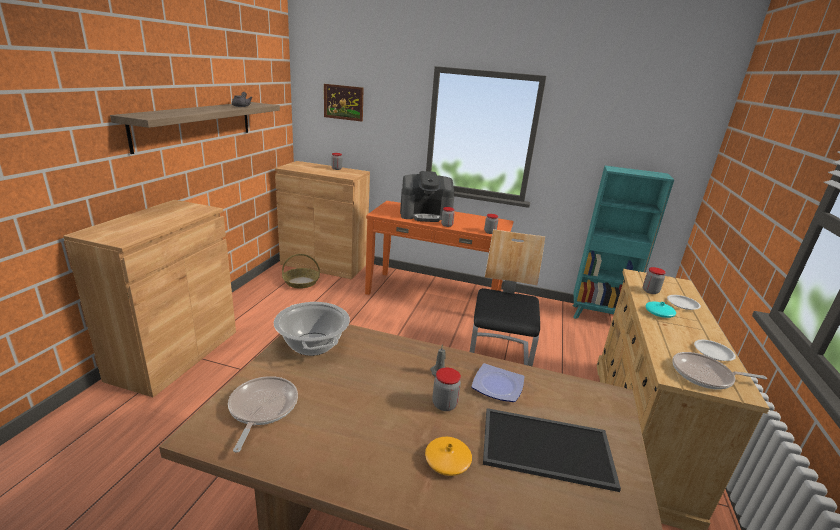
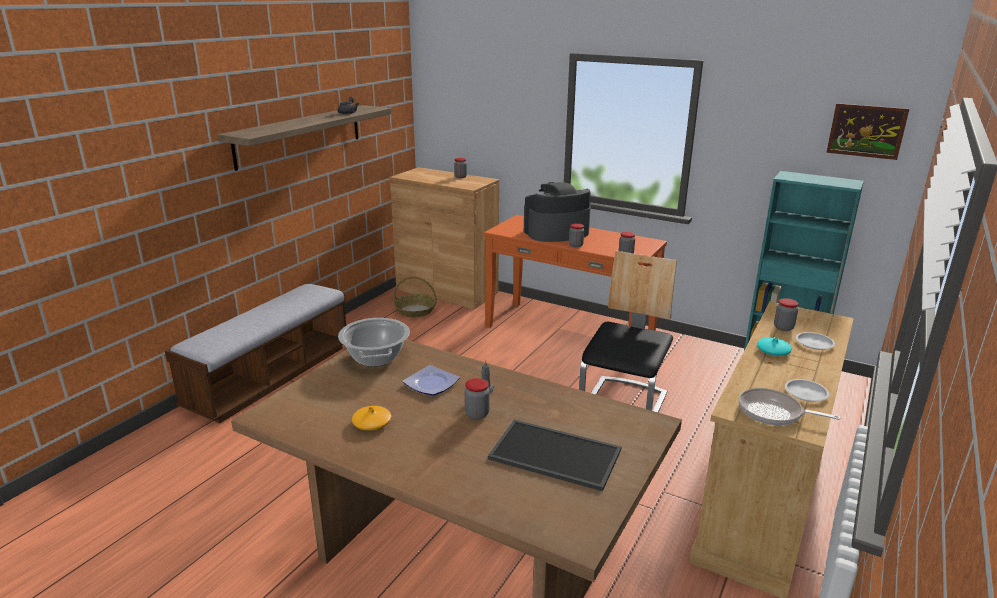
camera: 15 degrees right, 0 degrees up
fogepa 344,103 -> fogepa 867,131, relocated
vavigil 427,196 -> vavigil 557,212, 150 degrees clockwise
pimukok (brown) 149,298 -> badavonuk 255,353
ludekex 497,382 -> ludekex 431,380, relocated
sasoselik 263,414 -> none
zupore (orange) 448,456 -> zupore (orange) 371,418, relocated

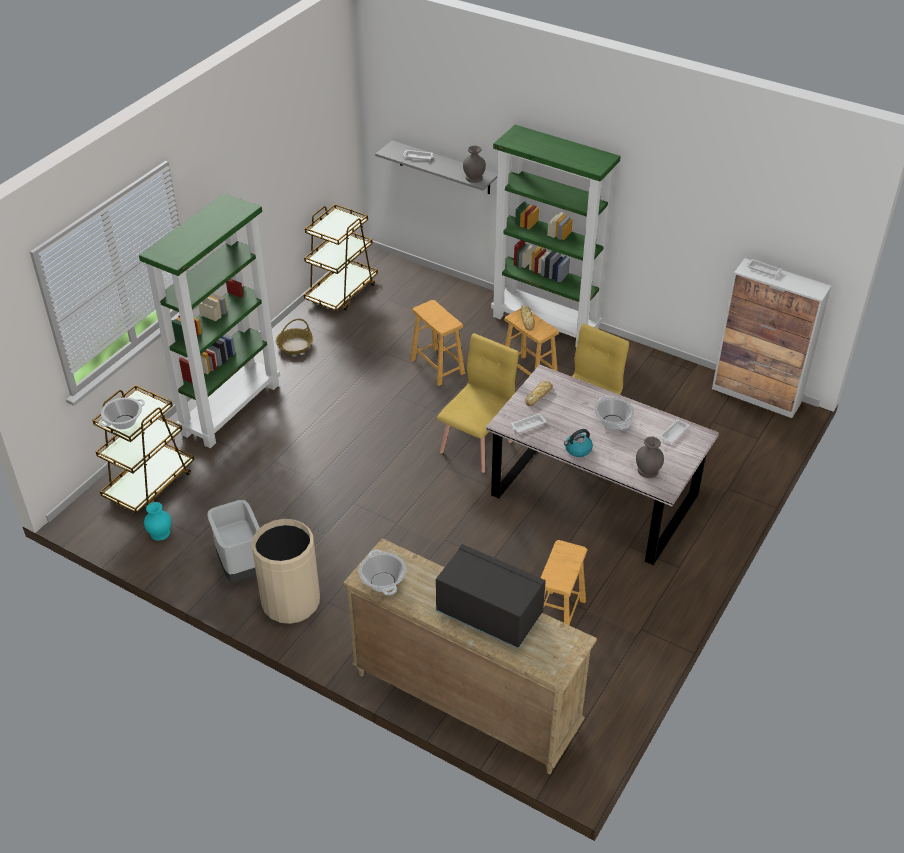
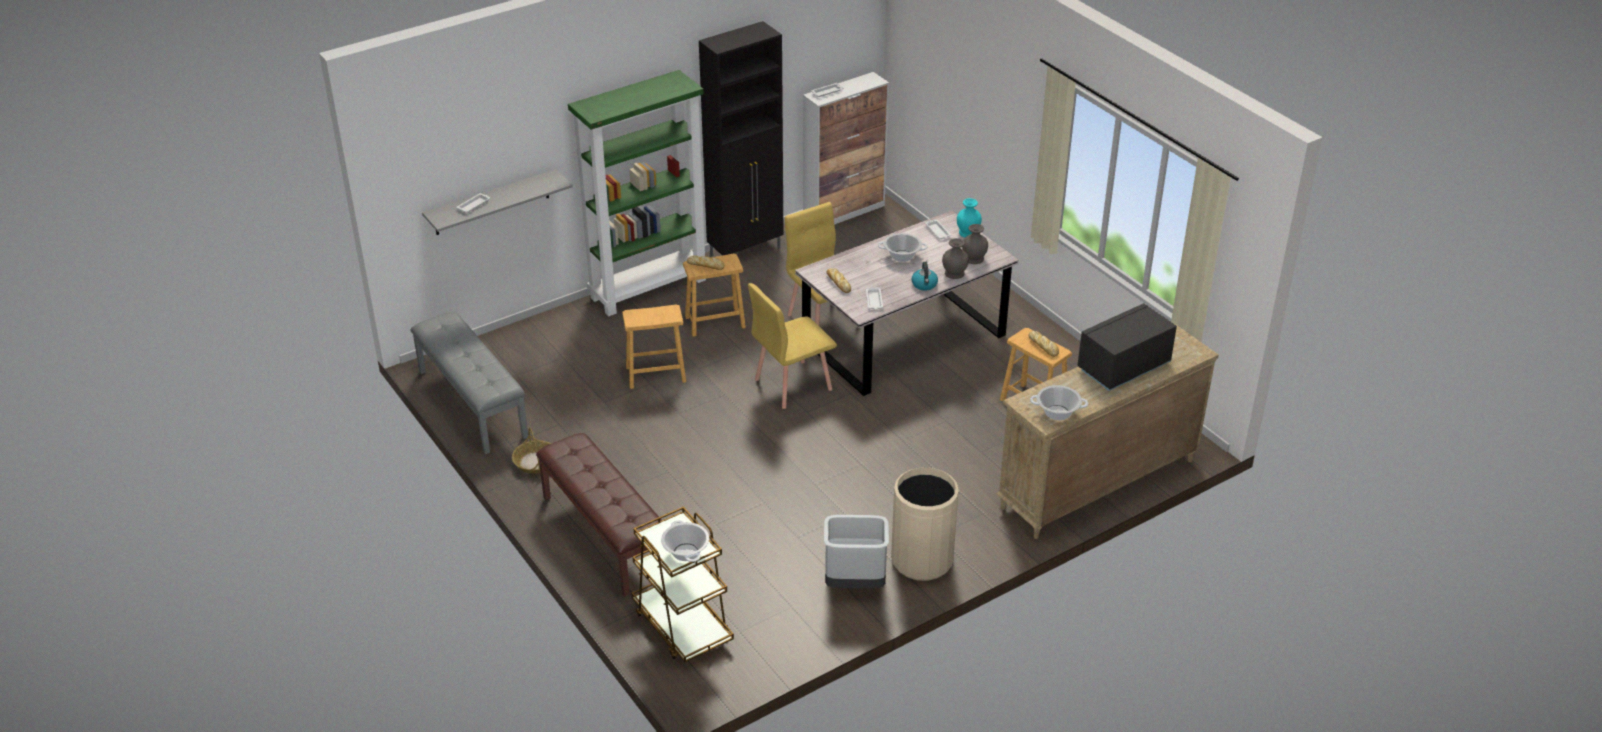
camera: 65 degrees left, 5 degrees down
zupore (grey) 474,164 -> zupore (grey) 955,258, relocated
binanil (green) 209,320 -> badavonuk (brown) 599,515
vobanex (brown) 341,257 -> badavonuk (grey) 469,383
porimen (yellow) 478,403 -> porimen (yellow) 792,346, 90 degrees counterclockwise
zupore (turquoise) 157,521 -> zupore (turquoise) 969,218, relocated
none -> pimukok (black) 741,138
none -> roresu 1043,344

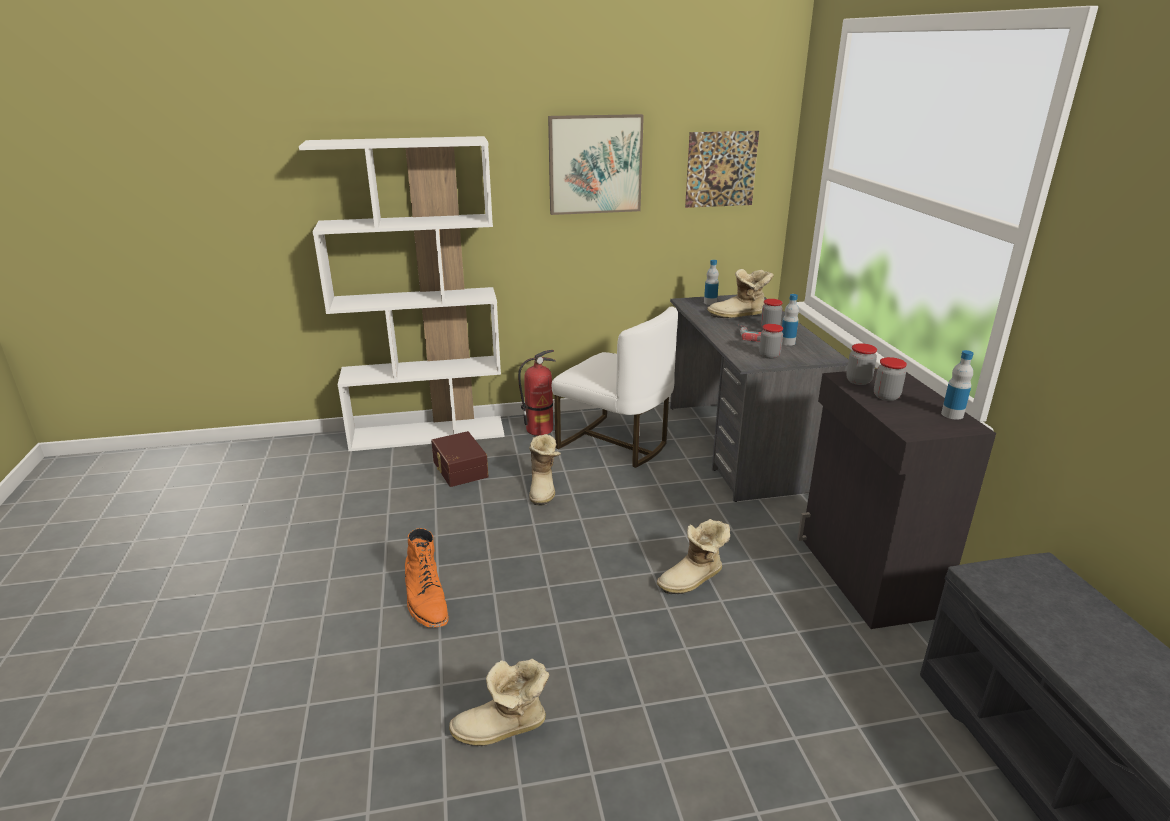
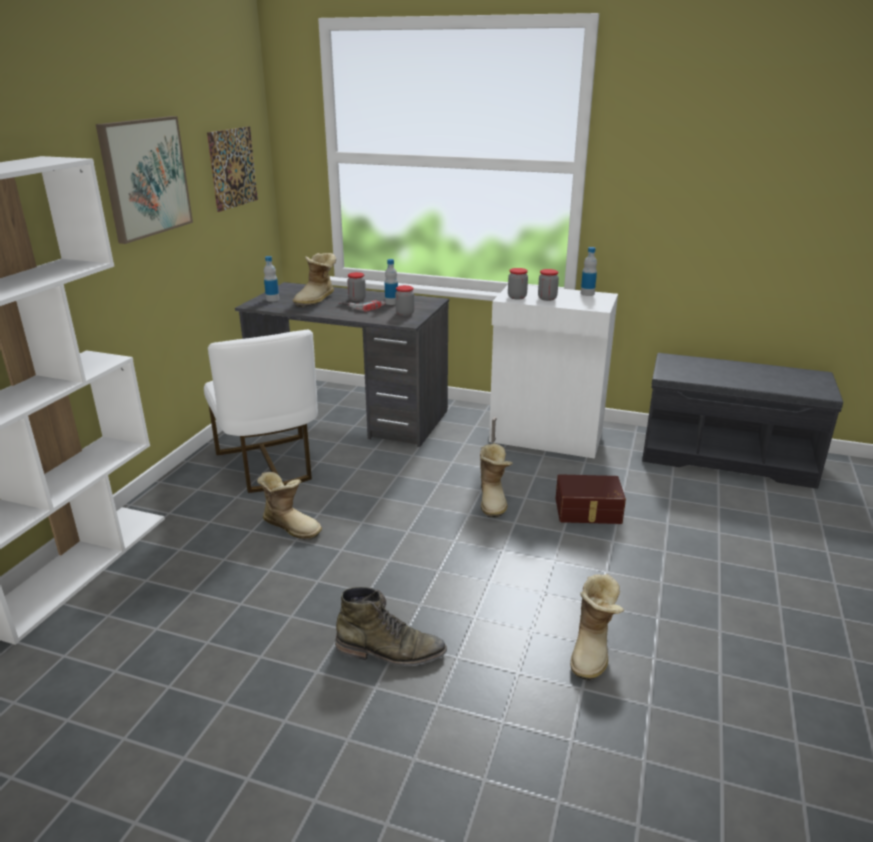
camera: 60 degrees left, 0 degrees up
porimen (white) 615,387 -> porimen (white) 261,411, 90 degrees clockwise
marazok 537,393 -> none
pimukok (black) 896,499 -> pimukok (white) 553,372
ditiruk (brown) 459,459 -> ditiruk (brown) 591,499, relocated
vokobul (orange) 427,578 -> vokobul (green) 391,626

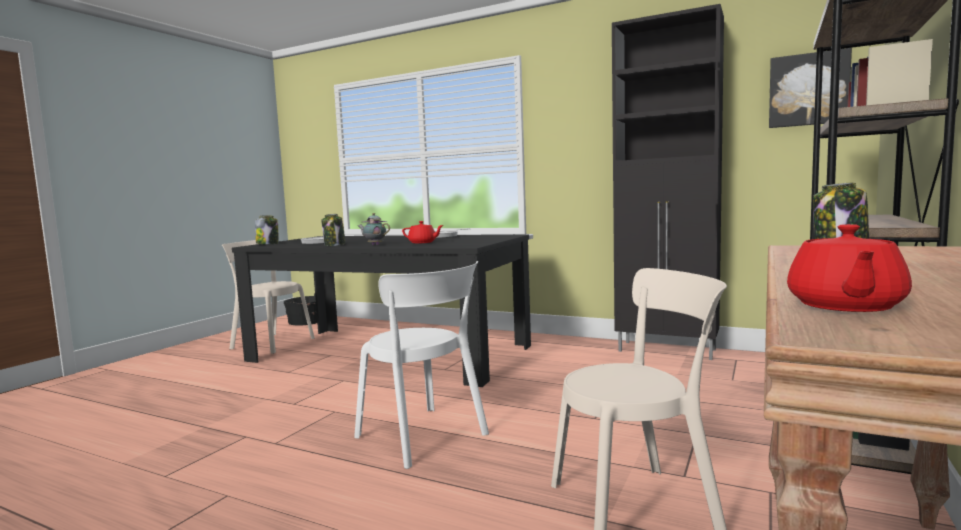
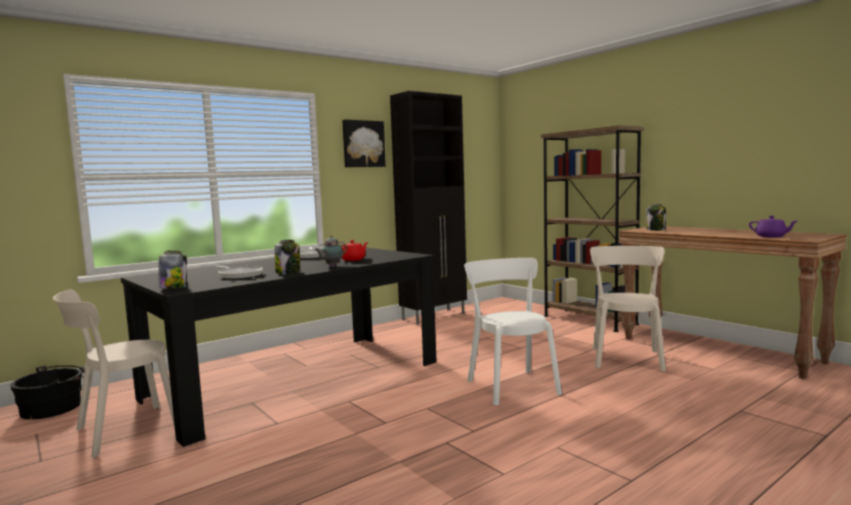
camera: 65 degrees left, 0 degrees up
fogepa 810,88 -> fogepa 364,143, relocated
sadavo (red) 849,268 -> sadavo (purple) 773,226
porimen (white) 421,365 -> porimen (white) 513,332, 90 degrees counterclockwise

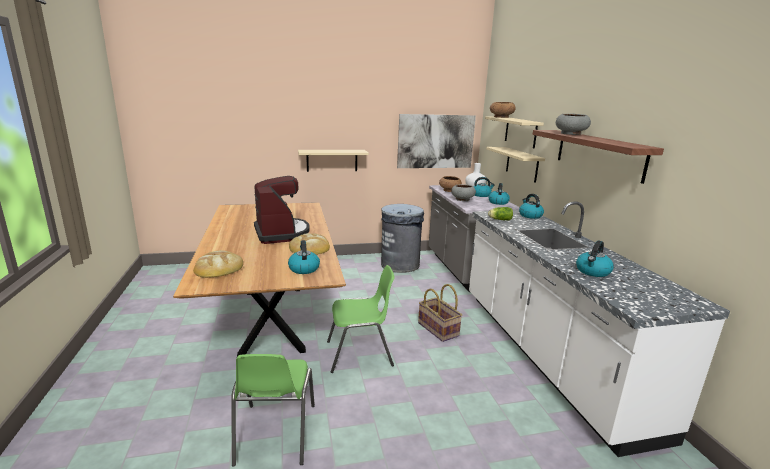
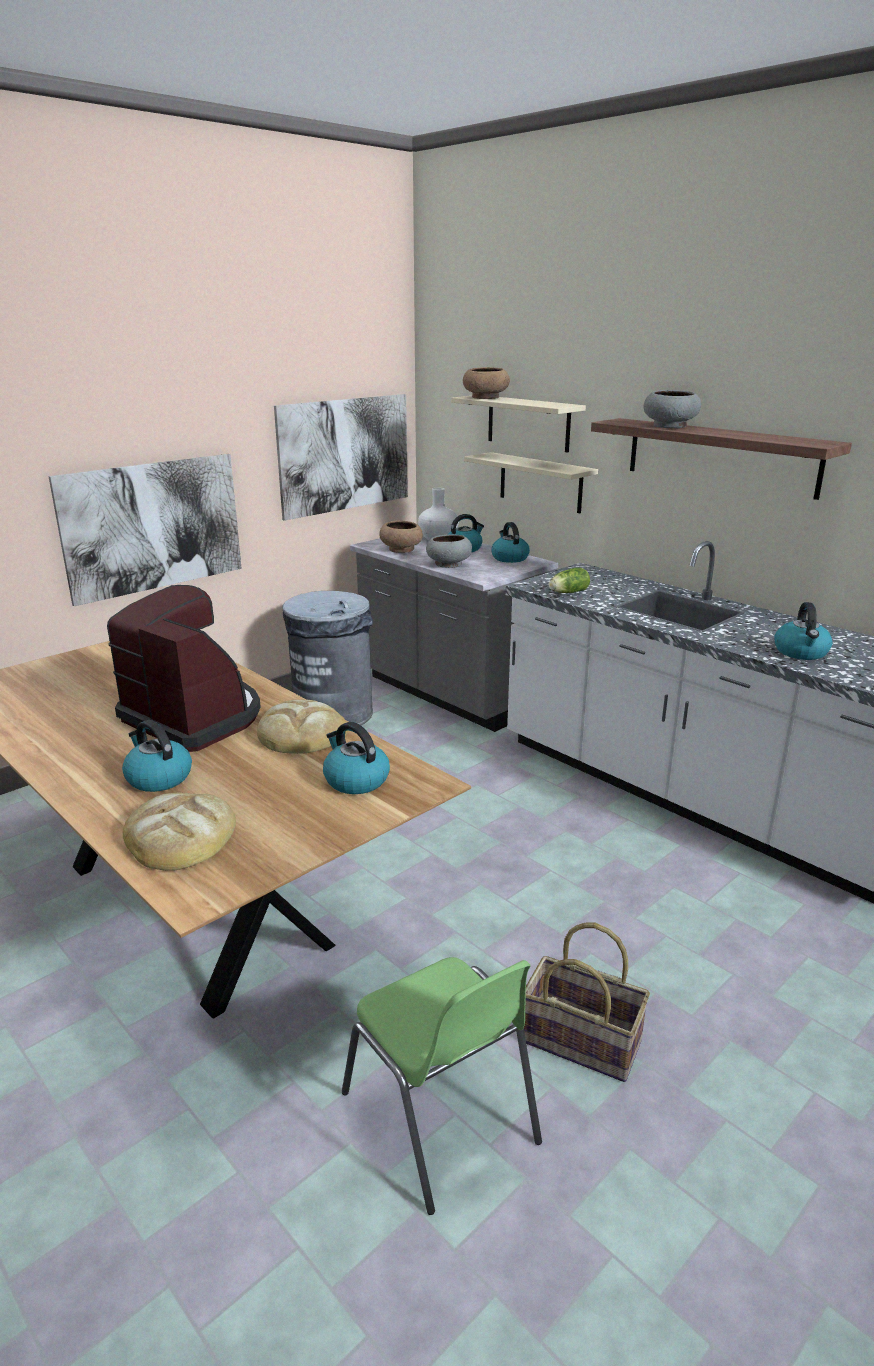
camera: 30 degrees left, 5 degrees up
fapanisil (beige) 333,161 -> fogepa 145,530
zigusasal 531,206 -> zigusasal 157,756, relocated
porimen (green) 361,319 -> none
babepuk 440,313 -> babepuk 587,1002, relocated

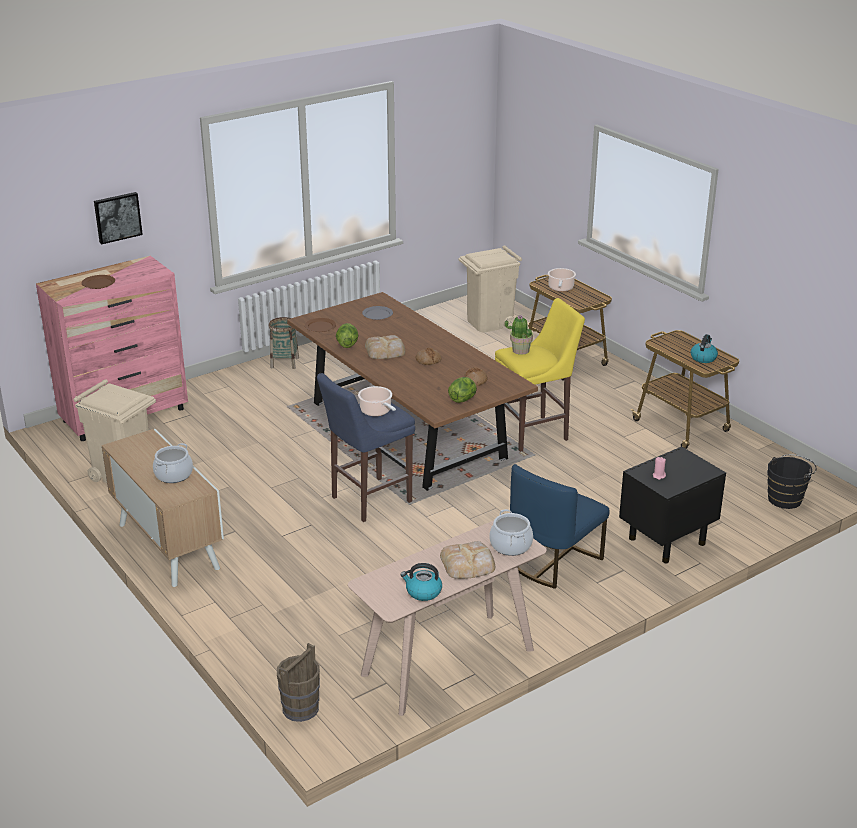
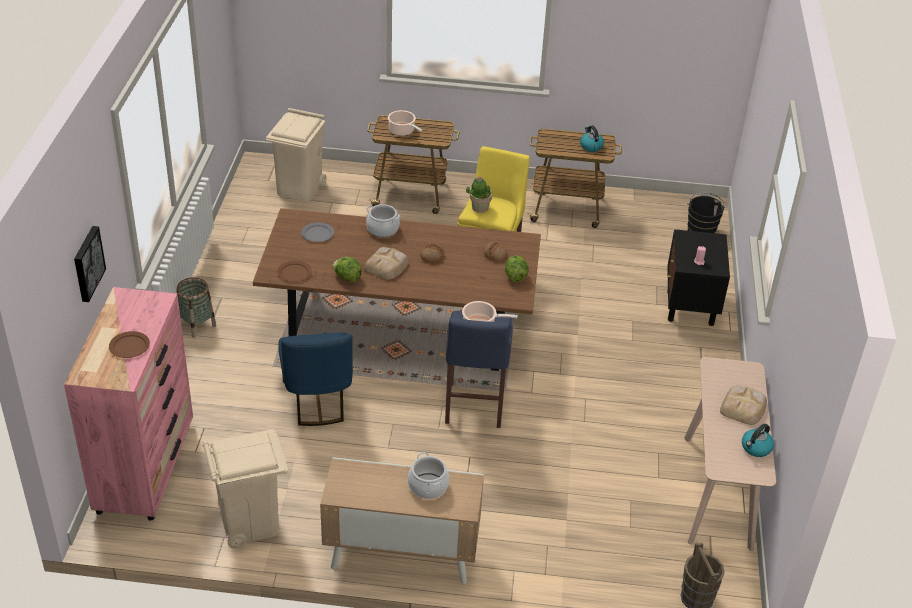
camera: 50 degrees left, 10 degrees up
porimen (blue) 560,526 -> porimen (blue) 315,379, relocated
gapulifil 511,532 -> gapulifil 383,220, relocated

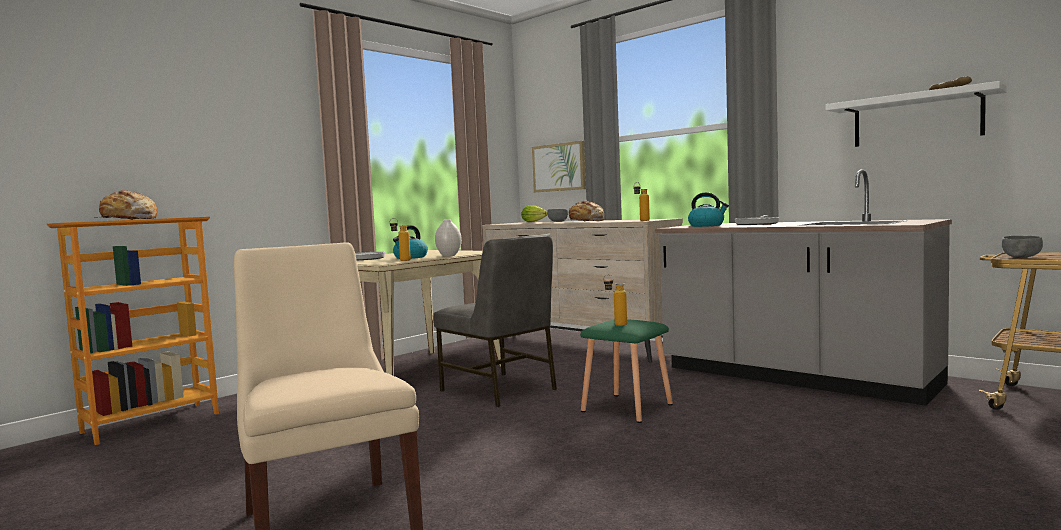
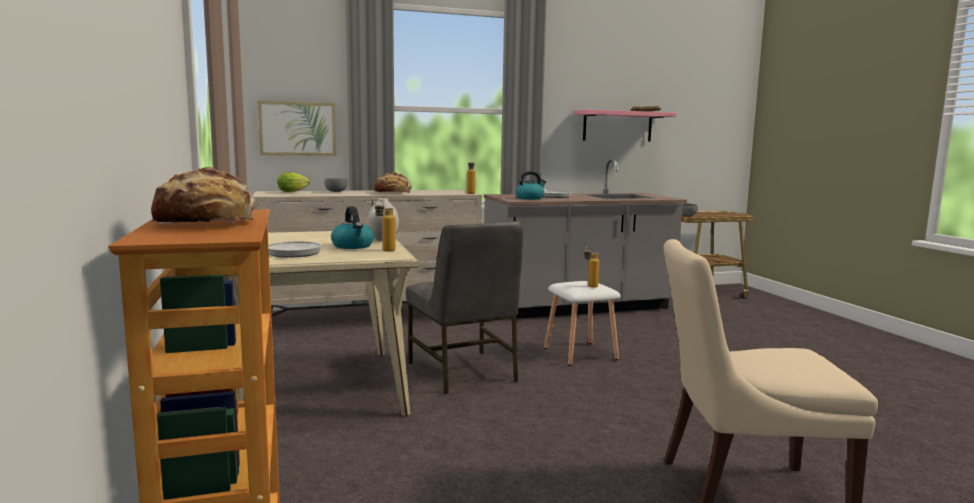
camera: 60 degrees left, 5 degrees up
fapanisil (white) 916,114 -> fapanisil (pink) 625,126
porimen (grey) 495,320 -> porimen (grey) 464,307, 75 degrees clockwise
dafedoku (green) 626,371 -> dafedoku (white) 582,323

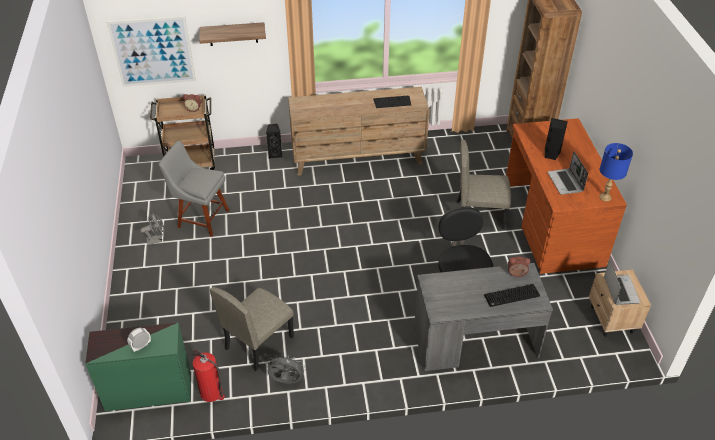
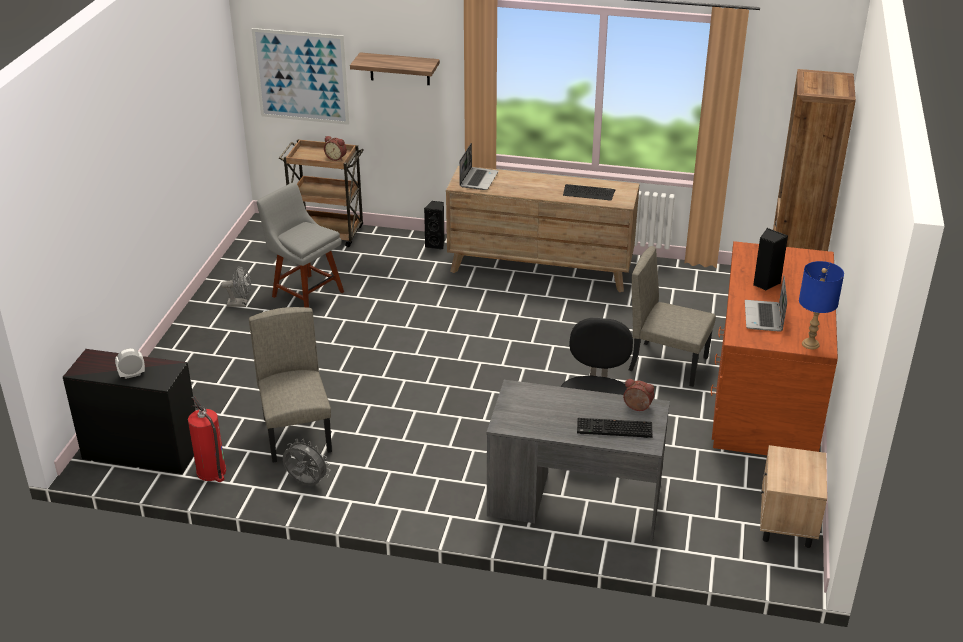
camera: 20 degrees right, 10 degrees down
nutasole 622,282 -> nutasole 478,166, relocated
porimen (beige) 252,329 -> porimen (beige) 290,385, 105 degrees clockwise
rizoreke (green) 138,366 -> rizoreke (black) 129,411

